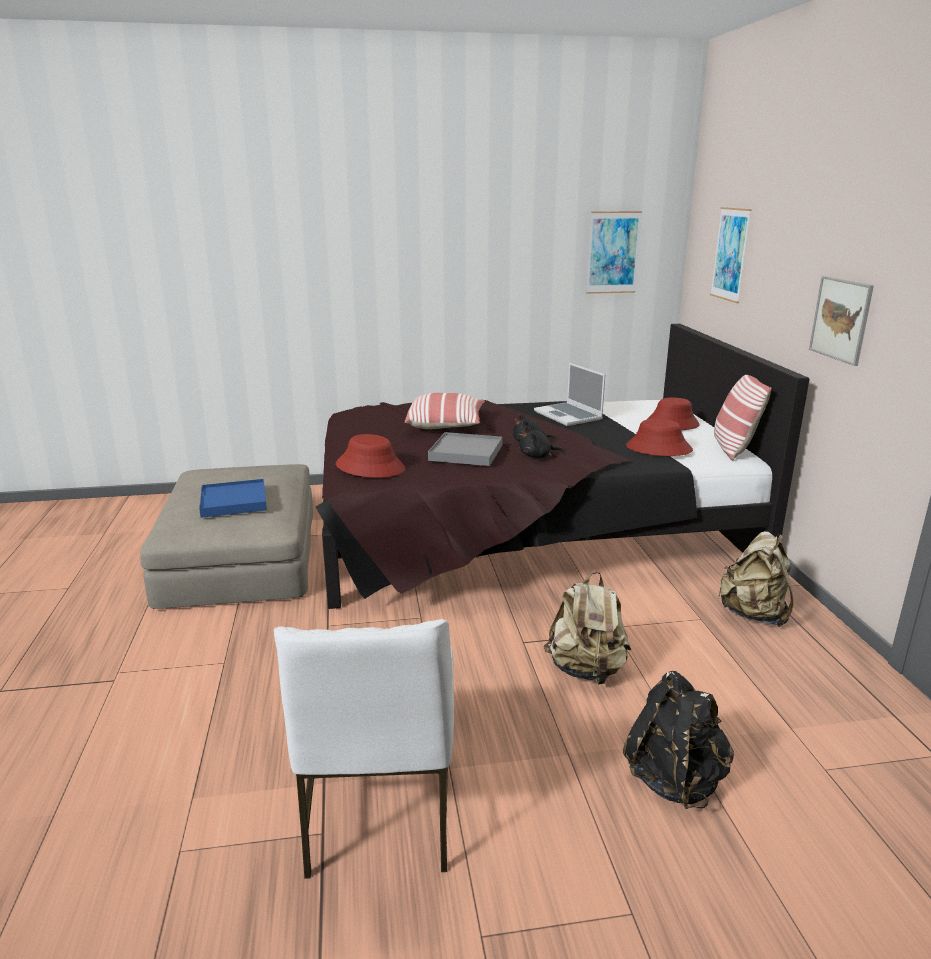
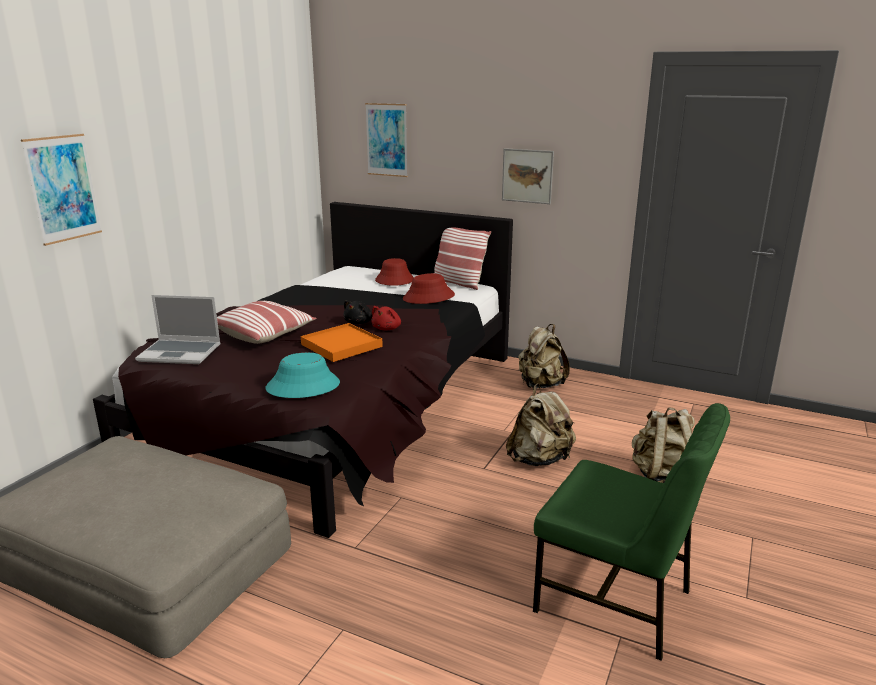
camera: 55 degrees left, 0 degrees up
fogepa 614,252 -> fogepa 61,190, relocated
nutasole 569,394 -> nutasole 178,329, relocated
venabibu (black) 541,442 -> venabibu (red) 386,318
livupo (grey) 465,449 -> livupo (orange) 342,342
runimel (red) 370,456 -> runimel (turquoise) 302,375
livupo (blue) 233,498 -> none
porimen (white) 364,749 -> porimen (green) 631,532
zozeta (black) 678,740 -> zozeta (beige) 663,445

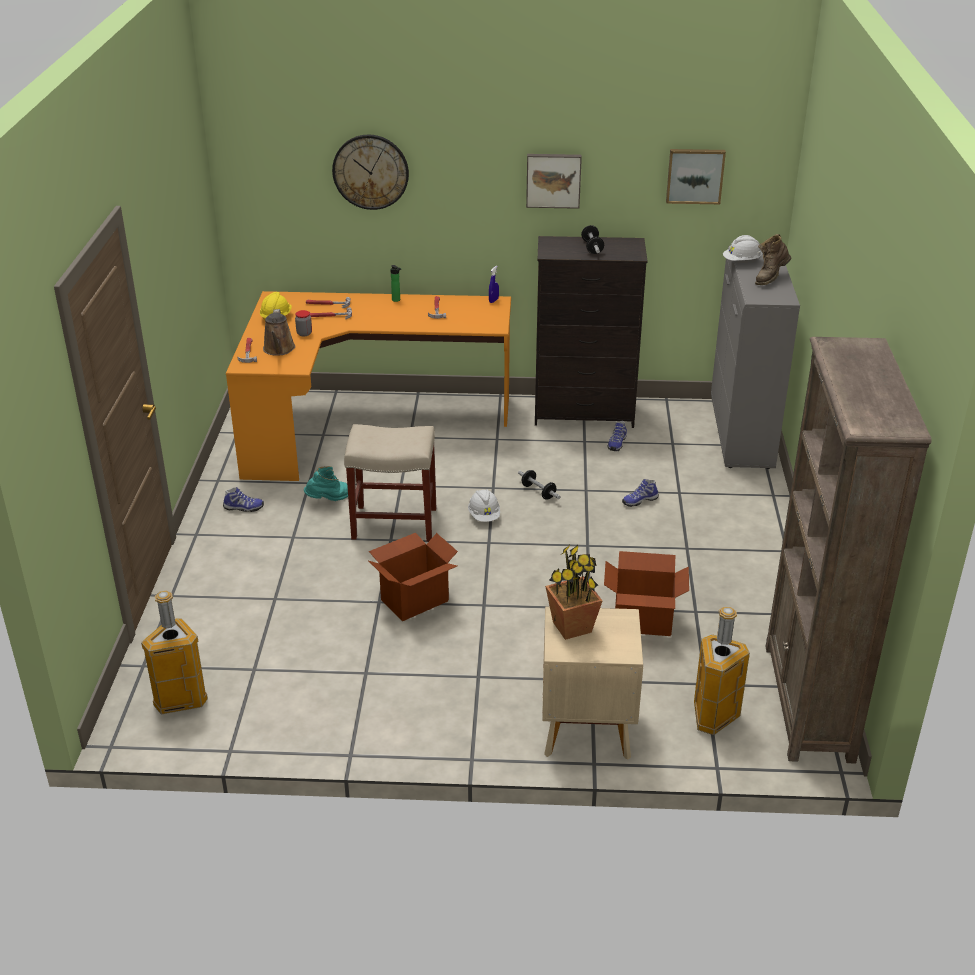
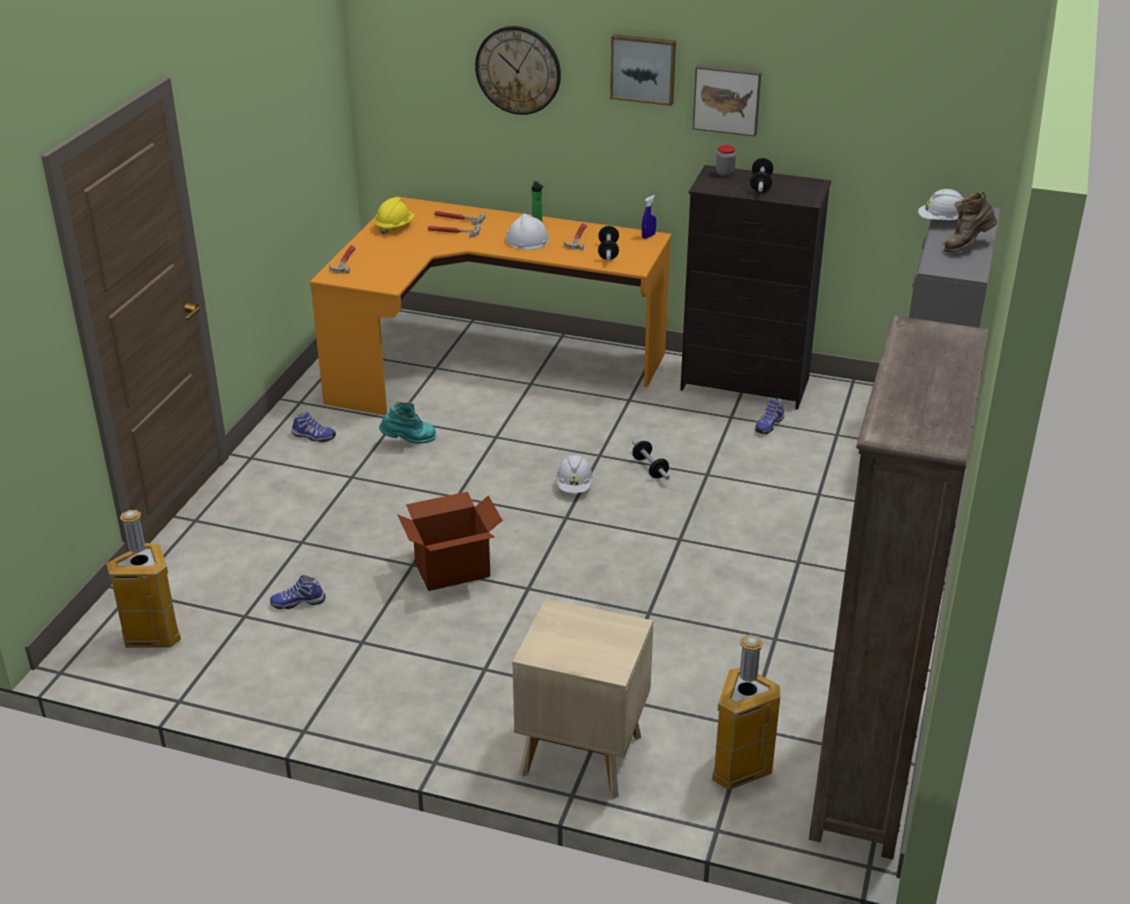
camera: 15 degrees right, 0 degrees up
fogepa 696,176 -> fogepa 643,70, relocated
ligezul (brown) 279,332 -> none
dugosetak 303,323 -> dugosetak 726,160, relocated
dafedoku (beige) 390,483 -> none
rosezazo 640,493 -> rosezazo 297,592, relocated
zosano 573,592 -> none
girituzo 646,593 -> none
none -> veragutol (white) 527,232
none -> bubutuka 608,243

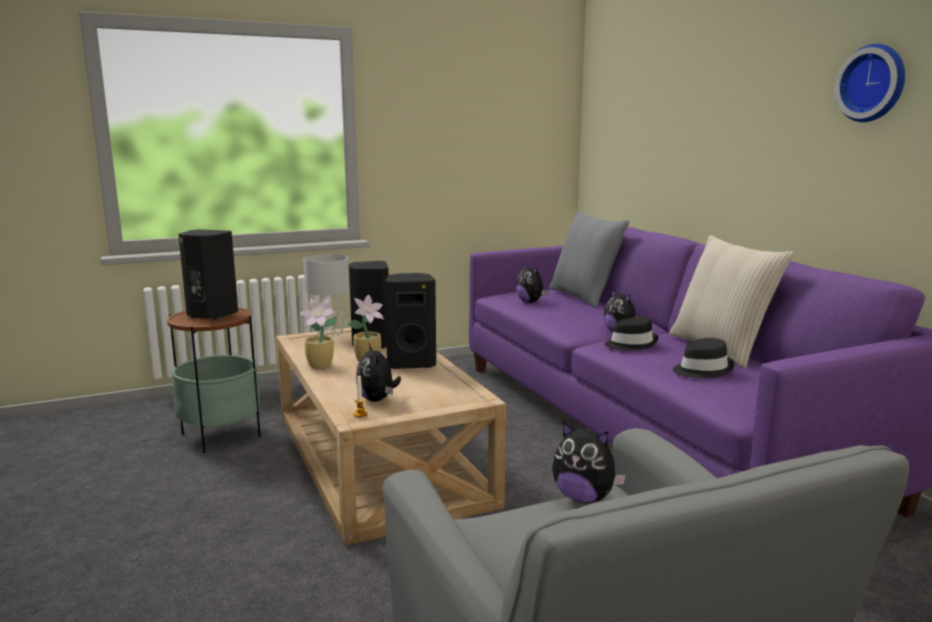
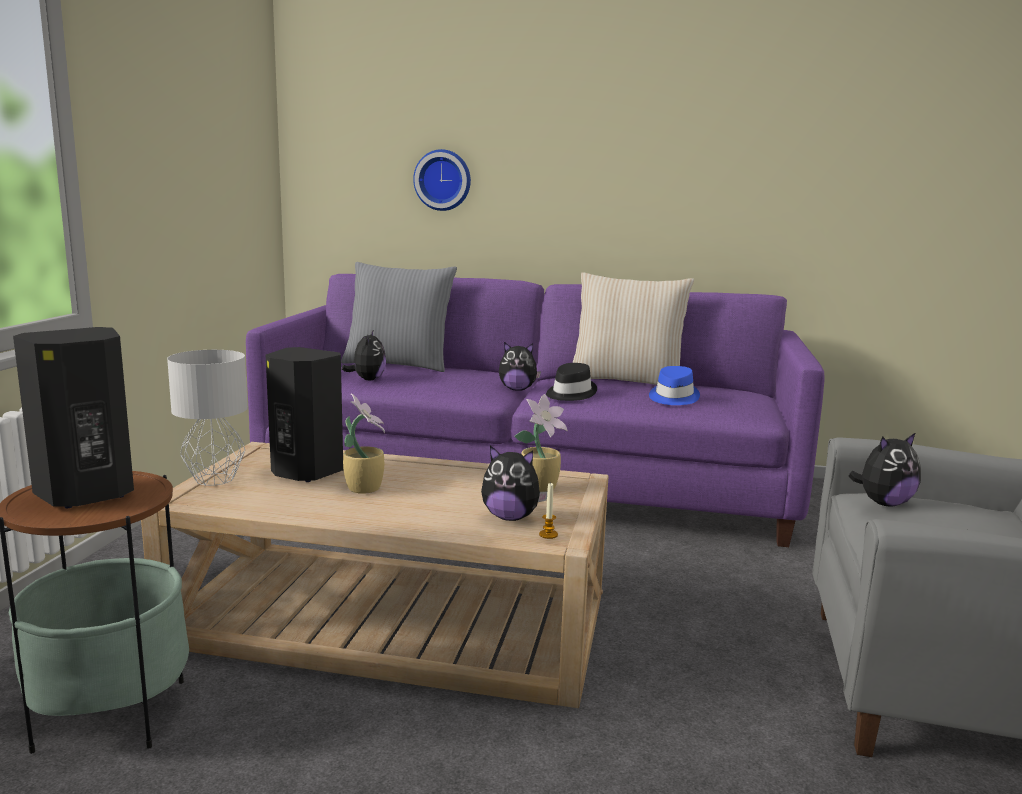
camera: 55 degrees left, 0 degrees up
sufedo 869,83 -> sufedo 442,180, relocated
venabibu 532,283 -> venabibu 364,354, 90 degrees counterclockwise
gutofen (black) 410,321 -> none
zosano 319,333 -> zosano 541,443, relocated
runimel (black) 703,358 -> runimel (blue) 674,385

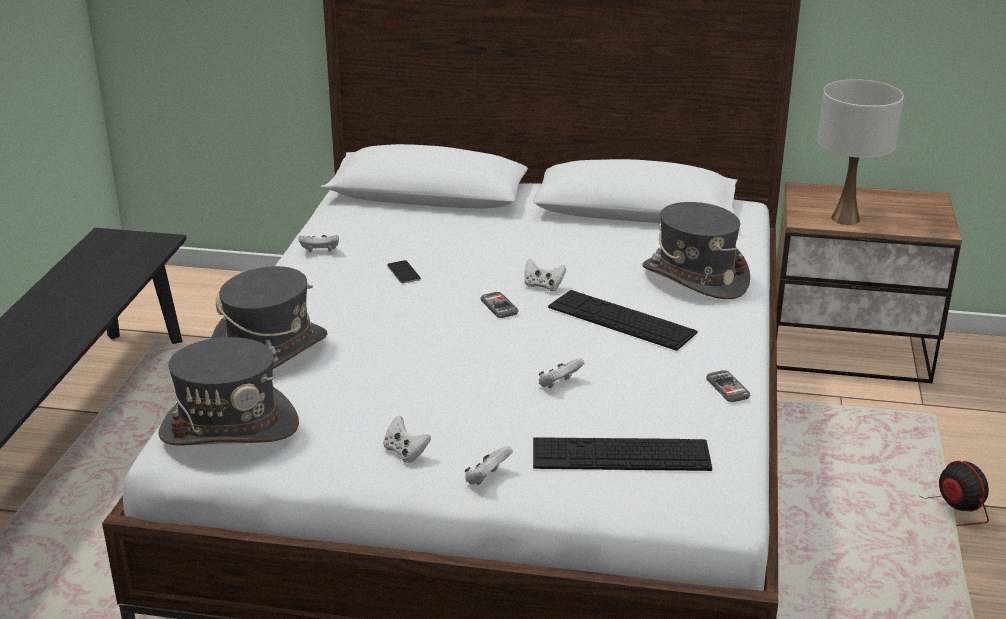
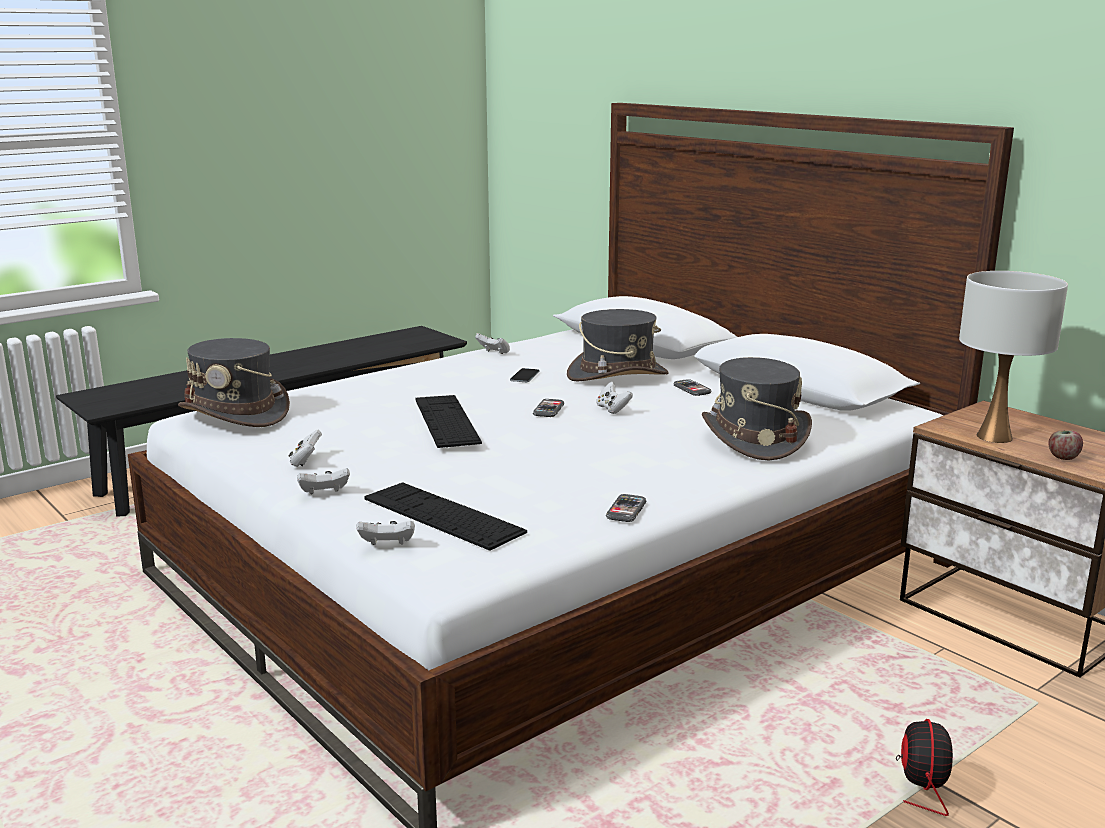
camera: 40 degrees right, 10 degrees down
runimel (grey) 269,317 -> runimel (grey) 618,345, relocated
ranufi 623,320 -> ranufi 448,421, relocated
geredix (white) 561,373 -> geredix (white) 385,533, relocated
none -> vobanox 692,387
none -> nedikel 1066,445

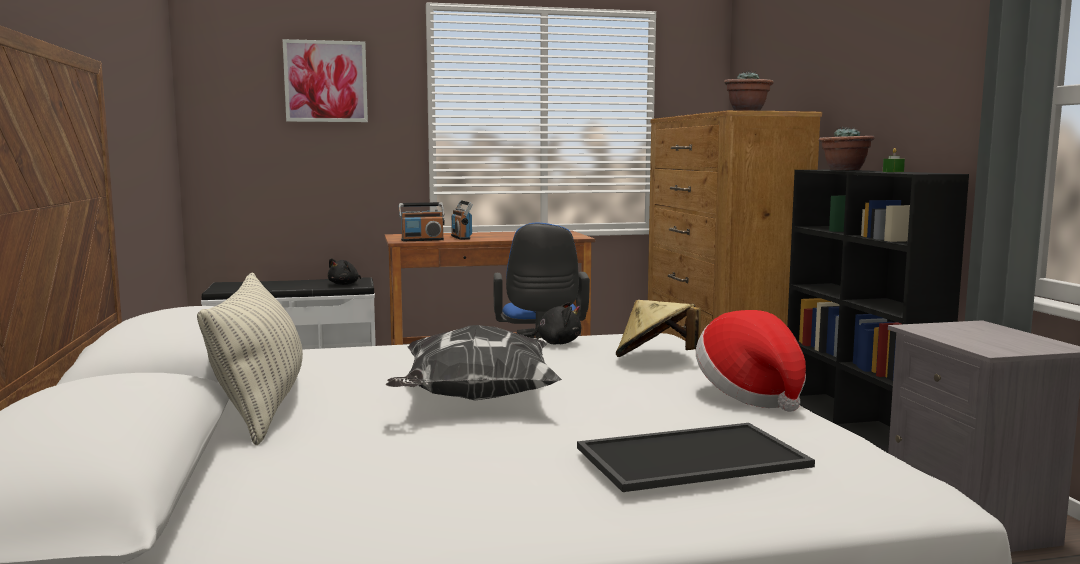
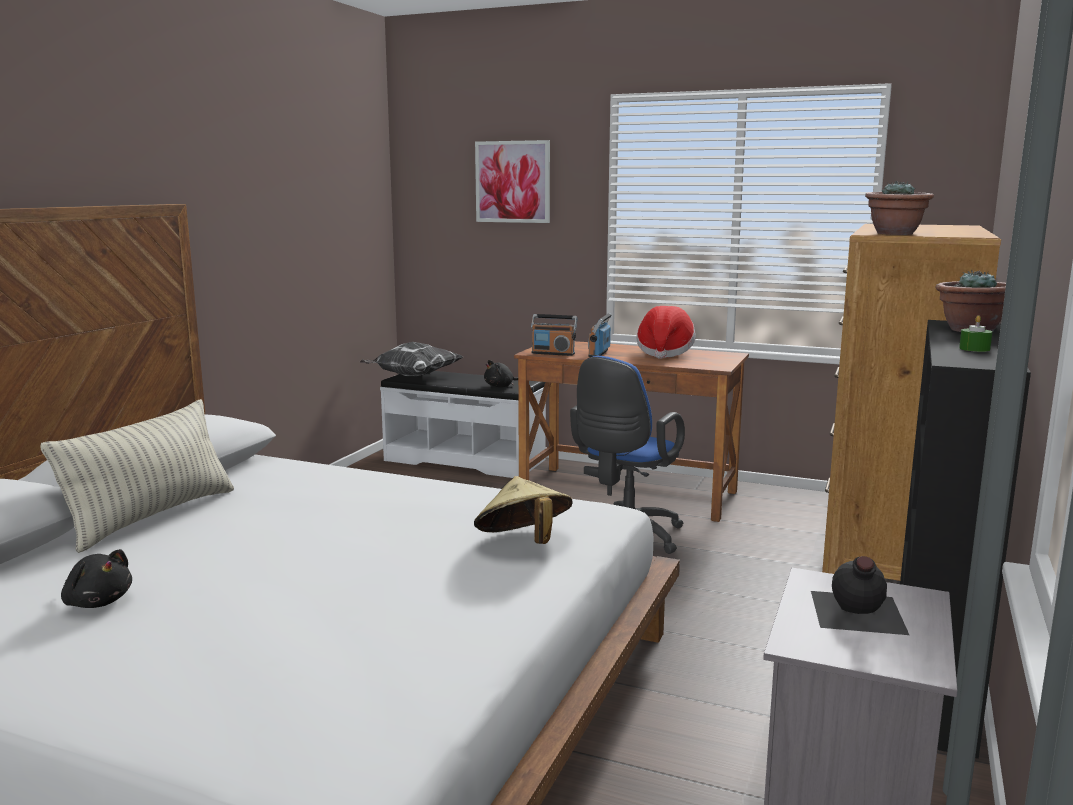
camera: 35 degrees right, 5 degrees up
venabibu (black) 551,323 -> venabibu (black) 96,578, relocated
runimel 751,361 -> runimel 666,332, relocated
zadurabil 474,363 -> zadurabil 411,359, relocated
livupo 696,457 -> none
none -> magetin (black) 860,595

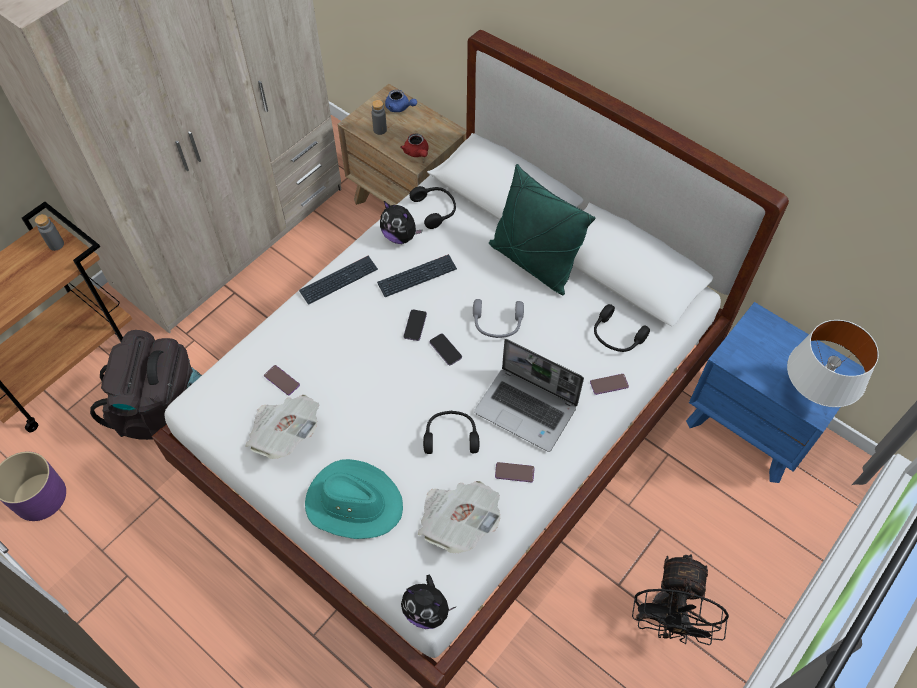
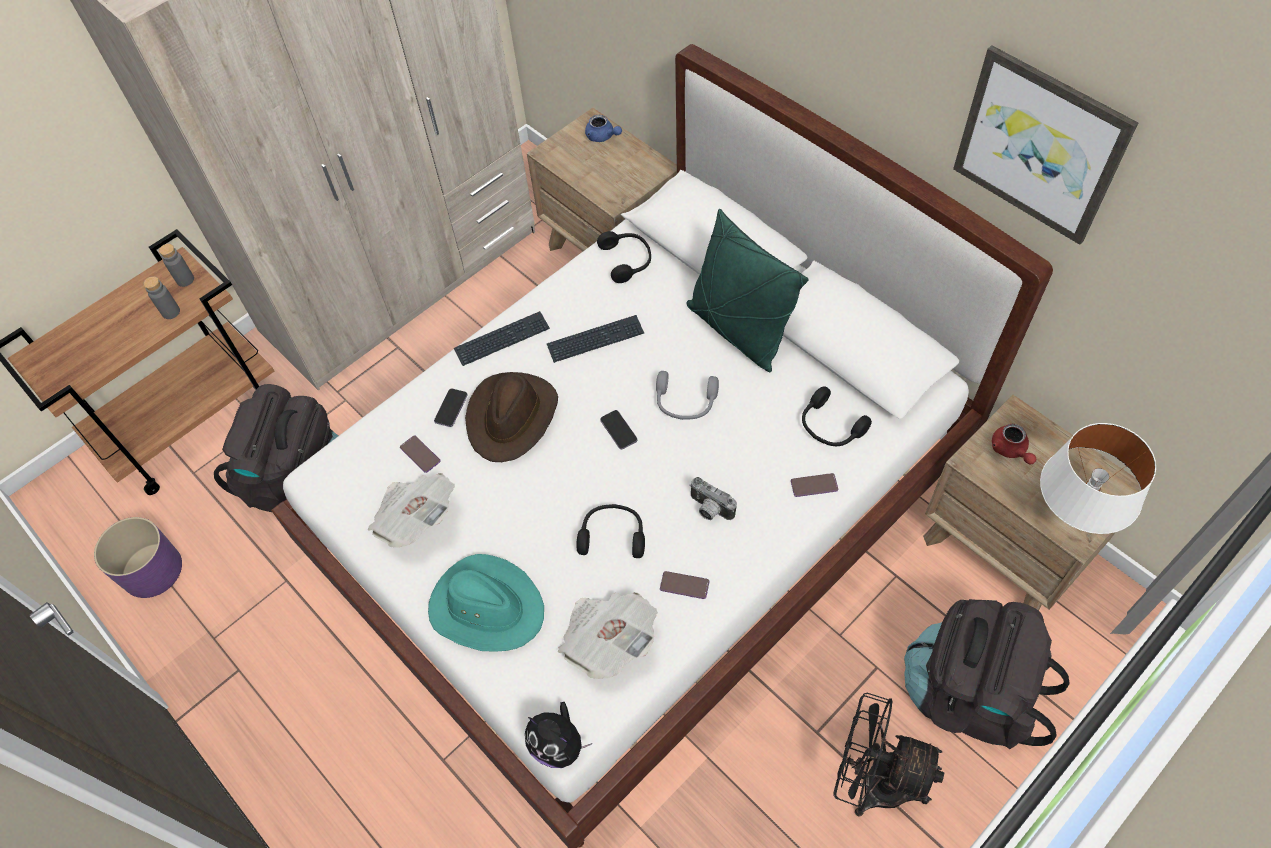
camera: 10 degrees right, 0 degrees up
magetin (grey) 379,117 -> magetin (grey) 161,297, relocated
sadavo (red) 414,145 -> sadavo (red) 1014,444, relocated
venabibu 401,222 -> none
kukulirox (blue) 775,392 -> kukulirox (brown) 1032,503
vobanox 415,325 -> vobanox 451,408, relocated
nutasole 529,395 -> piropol 713,498
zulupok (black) 680,599 -> zulupok (black) 888,755, 90 degrees clockwise
none -> fogepa 1045,145
none -> runimel (brown) 511,417
none -> zozeta (black) 987,674

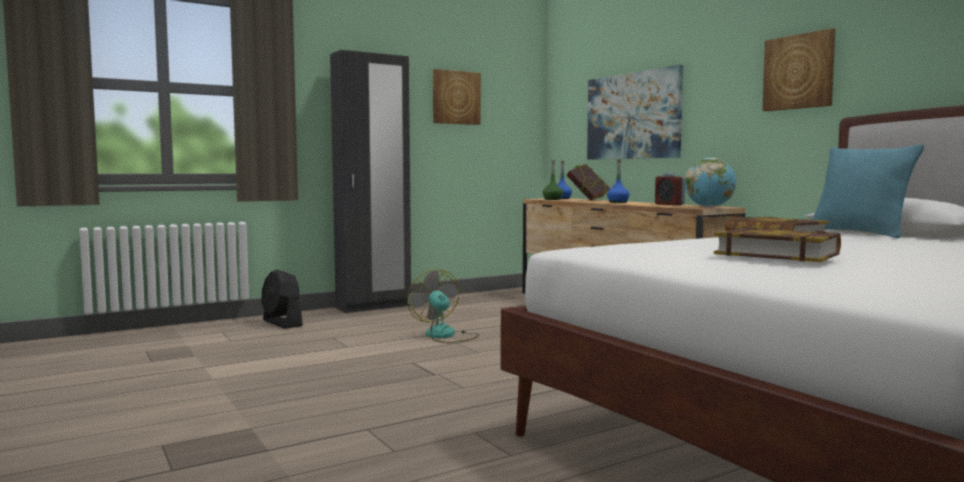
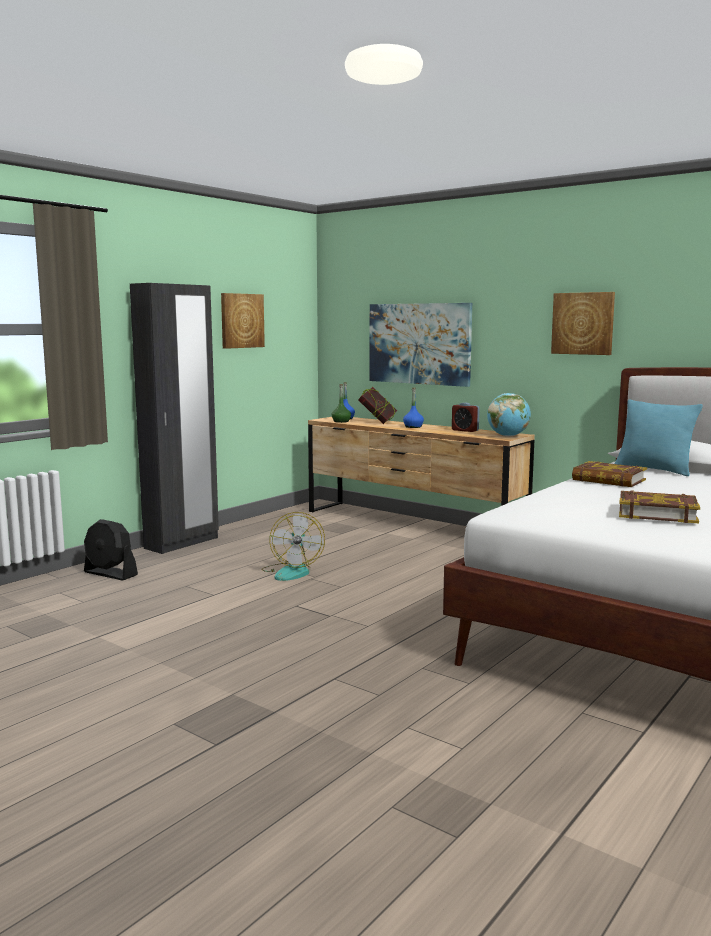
camera: 20 degrees left, 5 degrees up
zulupok 443,306 -> zulupok 293,546, 135 degrees counterclockwise

